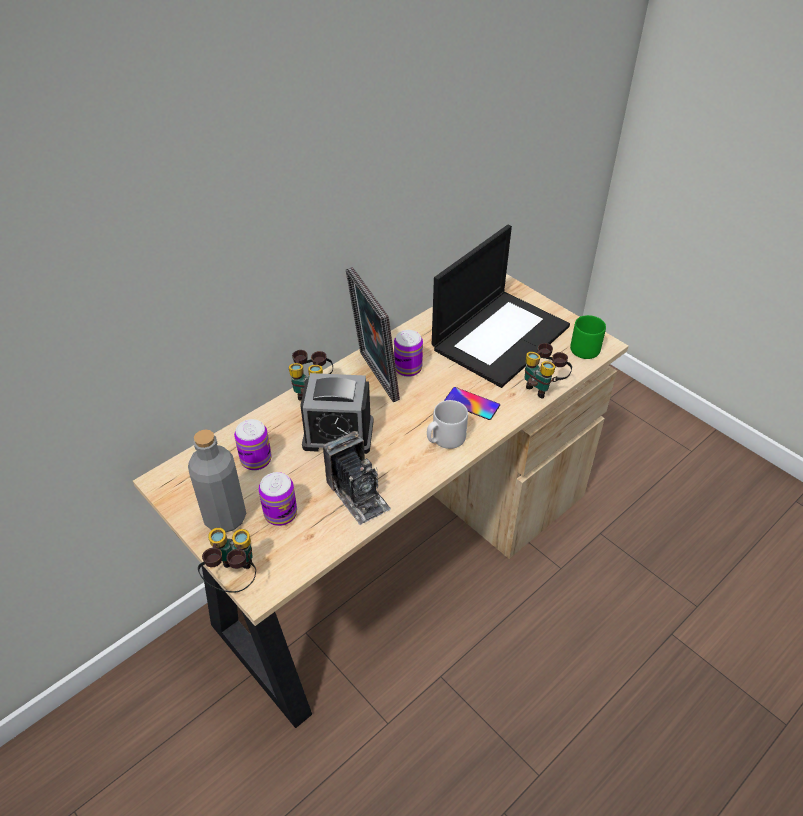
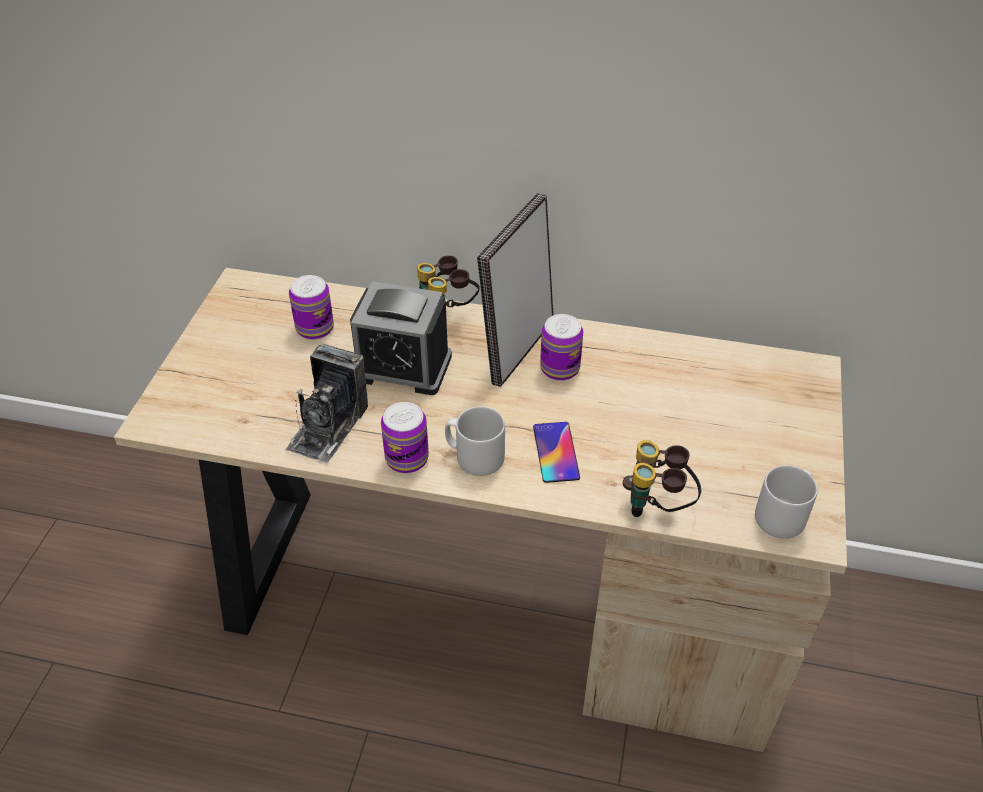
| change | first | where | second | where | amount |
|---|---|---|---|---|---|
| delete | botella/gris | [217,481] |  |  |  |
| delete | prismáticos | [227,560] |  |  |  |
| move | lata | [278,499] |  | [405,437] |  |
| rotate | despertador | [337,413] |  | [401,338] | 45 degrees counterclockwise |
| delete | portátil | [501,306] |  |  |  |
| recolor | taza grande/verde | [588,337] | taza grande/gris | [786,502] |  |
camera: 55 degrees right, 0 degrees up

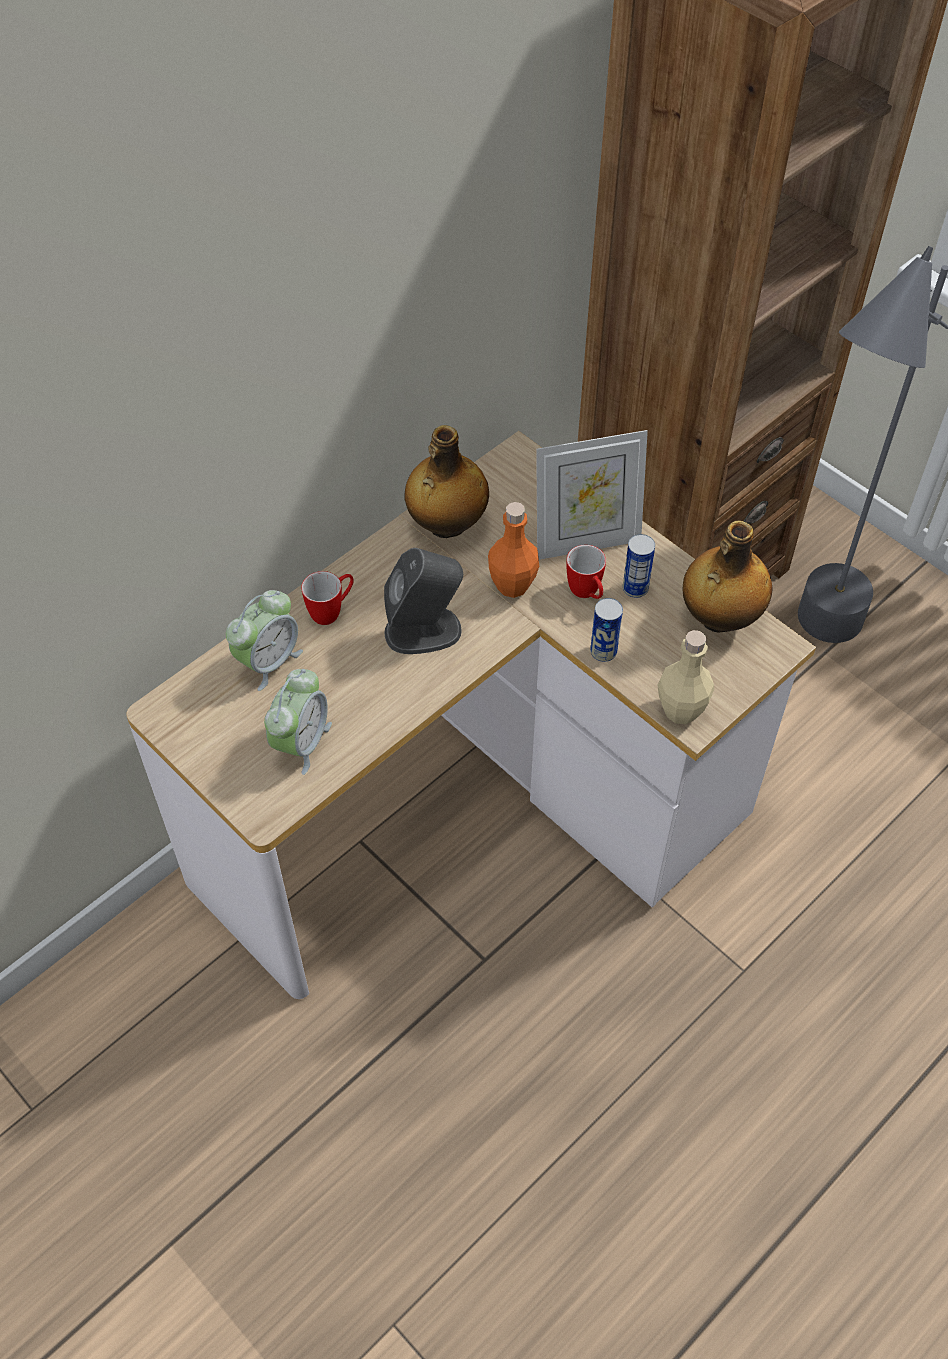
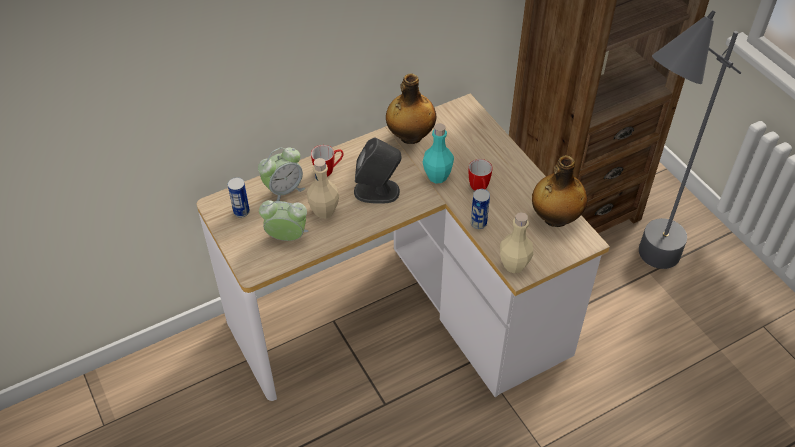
| change | first | where | second | where | amount |
|---|---|---|---|---|---|
| rotate | despertador | [298,722] |  | [283,220] | 120 degrees counterclockwise |
| recolor | botella/naranja | [513,550] | botella/turquesa | [438,153] |  |
| delete | portarretratos | [592,495] |  |  |  |
| move | lata | [639,566] |  | [239,197] |  |
| insert |  |  | botella/beis | [323,188] |  |
camera: 15 degrees right, 5 degrees down

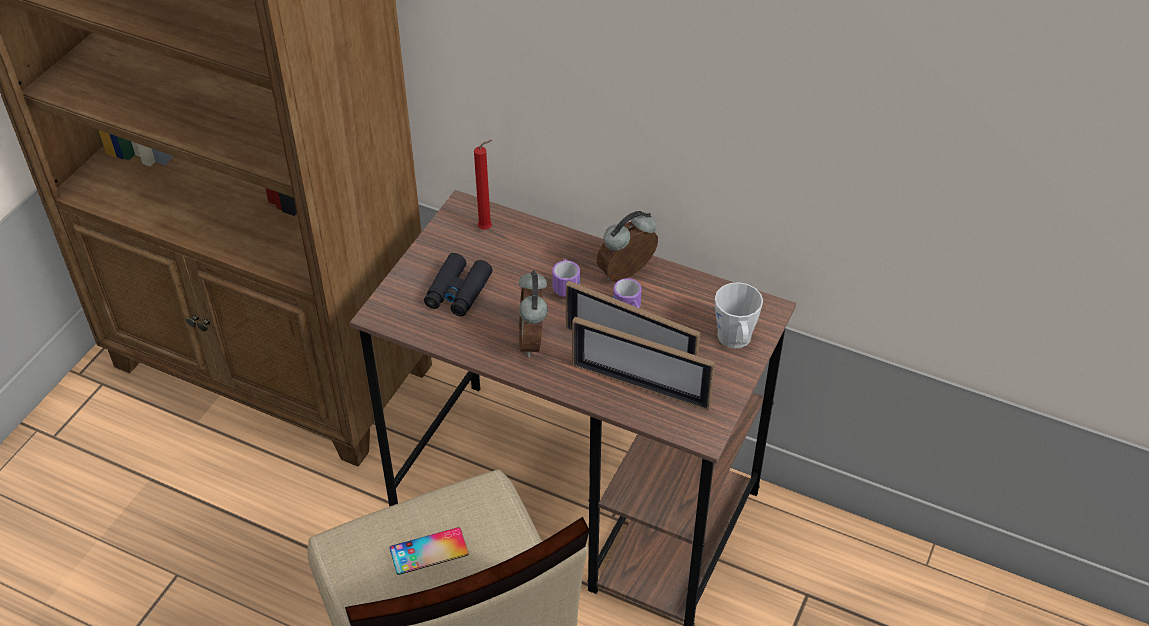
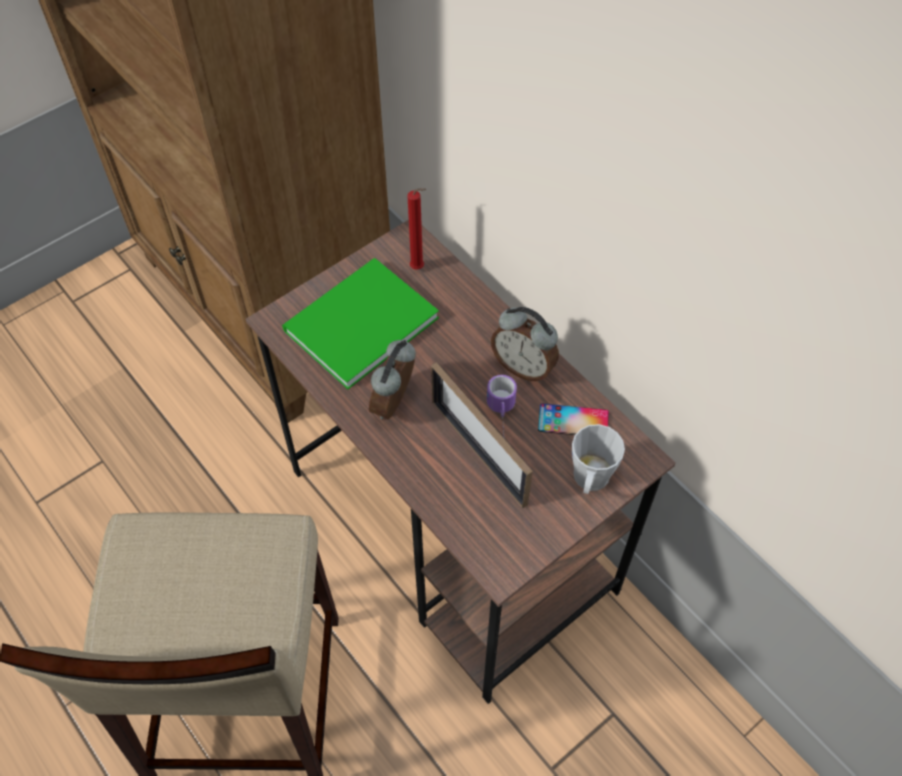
| change | first | where | second | where | amount |
|---|---|---|---|---|---|
| move | móvil | [429,551] |  | [573,419] |  |
| replace | prismáticos/negro | [458,284] | libro/verde | [360,323] |  |
| delete | taza grande | [566,277] |  |  |  |
| delete | portarretratos | [643,364] |  |  |  |
| rotate | despertador | [627,246] |  | [525,344] | 135 degrees counterclockwise |
camera: 25 degrees right, 10 degrees up

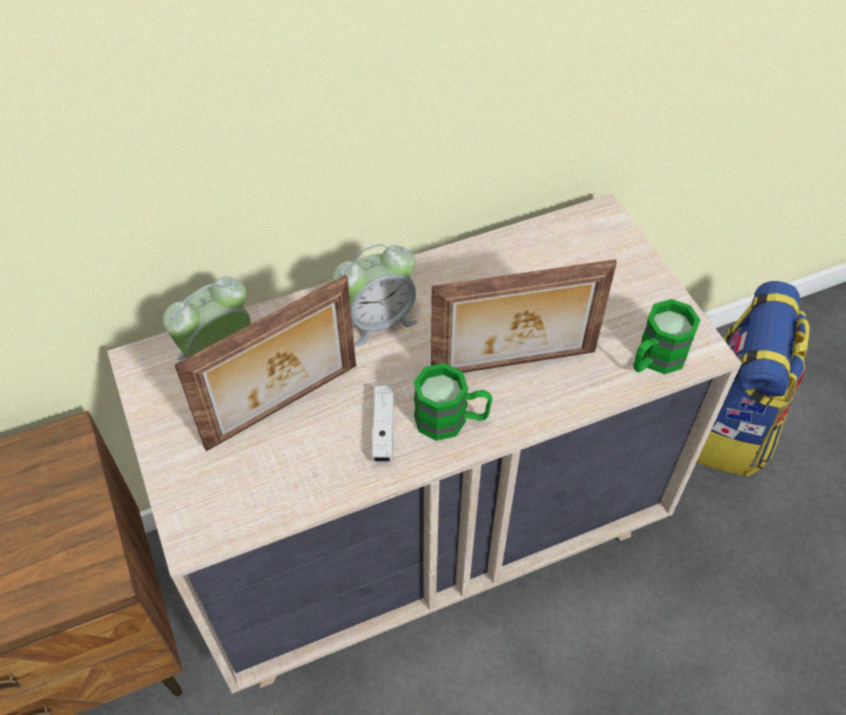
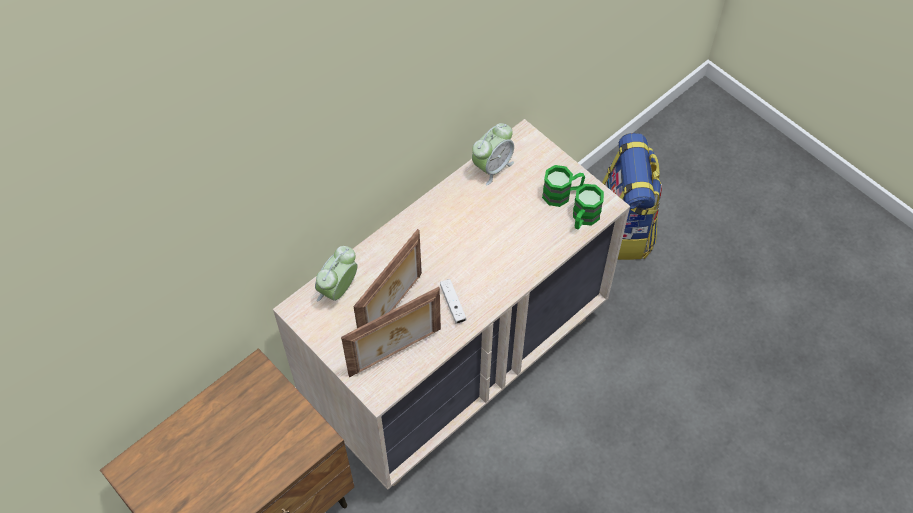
| change | first | where | second | where | amount |
|---|---|---|---|---|---|
| move | despertador | [374,295] |  | [493,154] |  |
| move | taza grande/verde | [453,402] |  | [563,186] |  |
| move | portarretratos | [524,316] |  | [391,332] |  |
camera: 20 degrees left, 5 degrees up

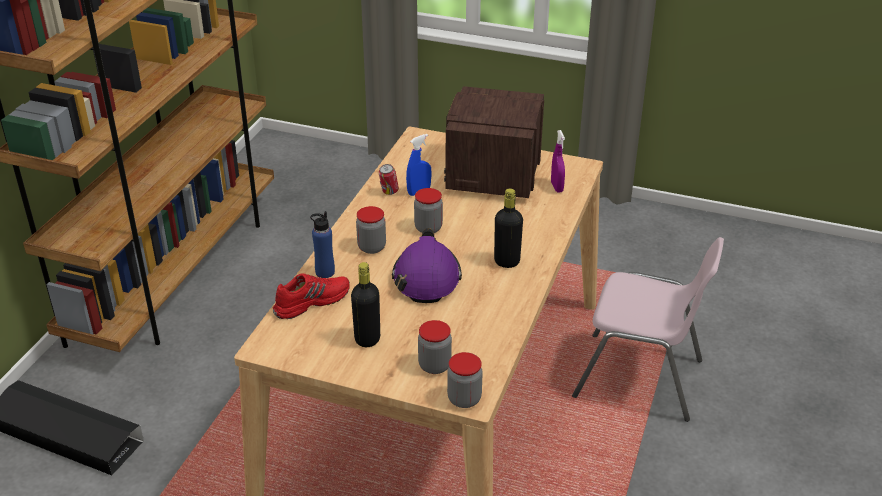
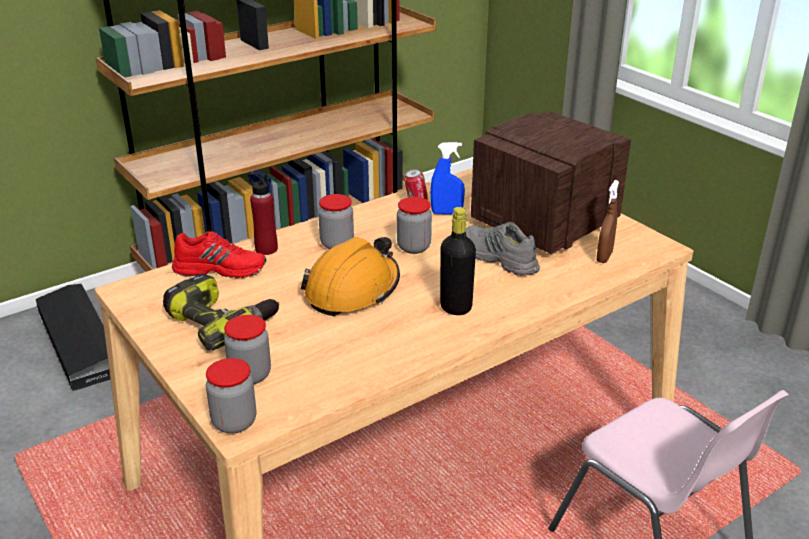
| change | first | where | second | where | amount |
|---|---|---|---|---|---|
| recolor | botella/azul | [322,244] | botella/rojo | [263,214] |  |
| replace | botella/negro | [365,304] | taladro | [221,312] |  |
| recolor | casco/morado | [427,265] | casco/naranja | [350,276] |  |
| recolor | pulverizador/morado | [558,161] | pulverizador/marrón | [608,221] |  |
| insert |  |  | zapato/gris | [502,249] |  |
camera: 35 degrees right, 5 degrees down

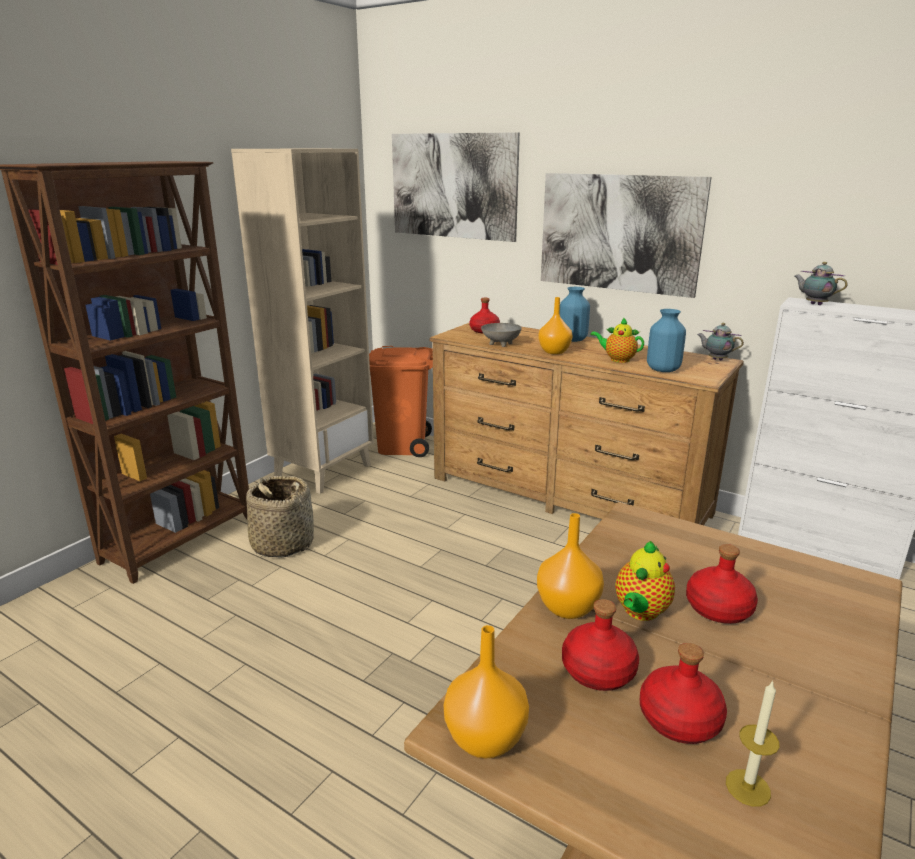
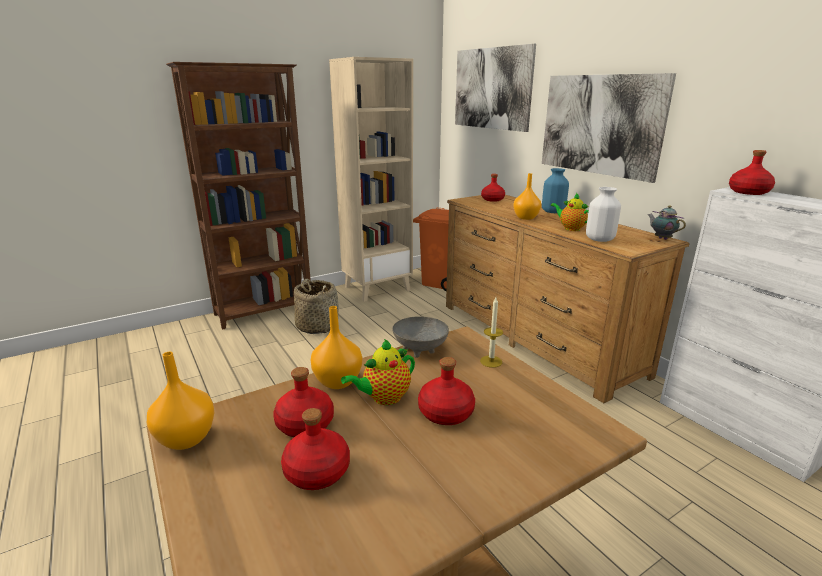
| change | first | where | second | where | amount |
|---|---|---|---|---|---|
| move | cuenco/gris | [501,335] |  | [420,337] |  |
| recolor | florero/azul | [666,340] | florero/blanco | [603,214] |  |
| move | vela | [753,743] |  | [491,332] |  |
| replace | tetera | [821,283] | botella/rojo | [752,172] |  |
camera: 25 degrees right, 0 degrees up

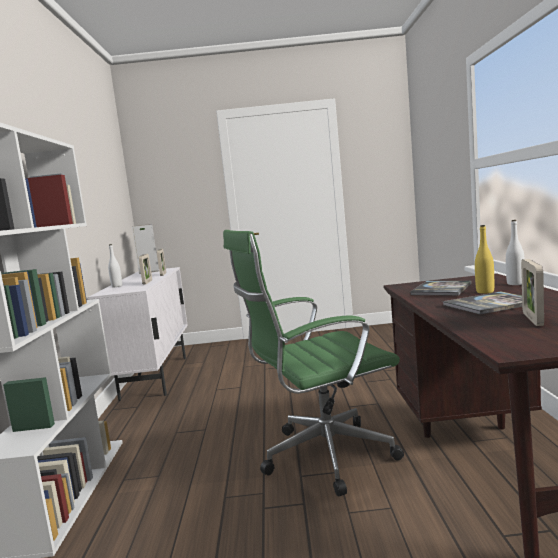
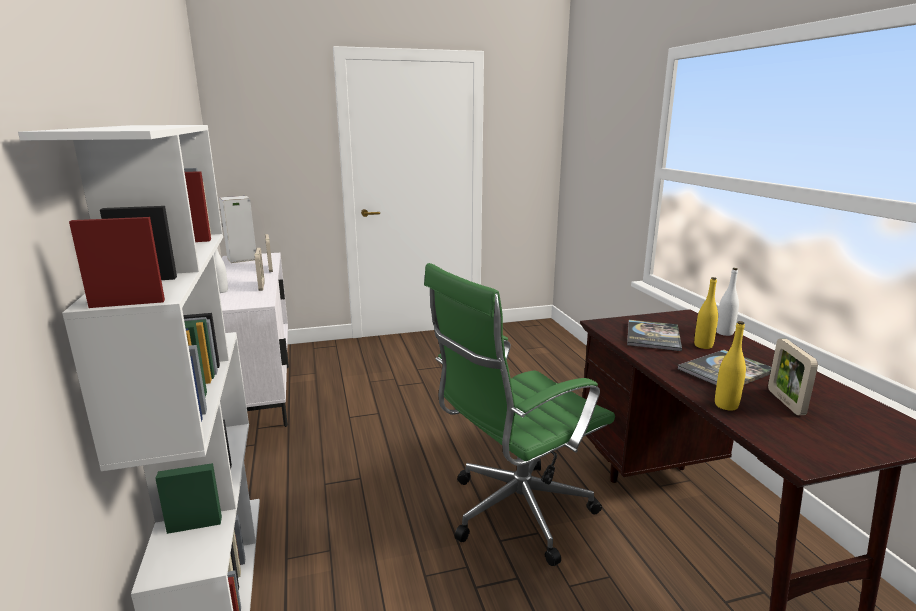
| change | first | where | second | where | amount |
|---|---|---|---|---|---|
| insert |  |  | botella/amarillo | [730,366] |  |
camera: 15 degrees left, 10 degrees up

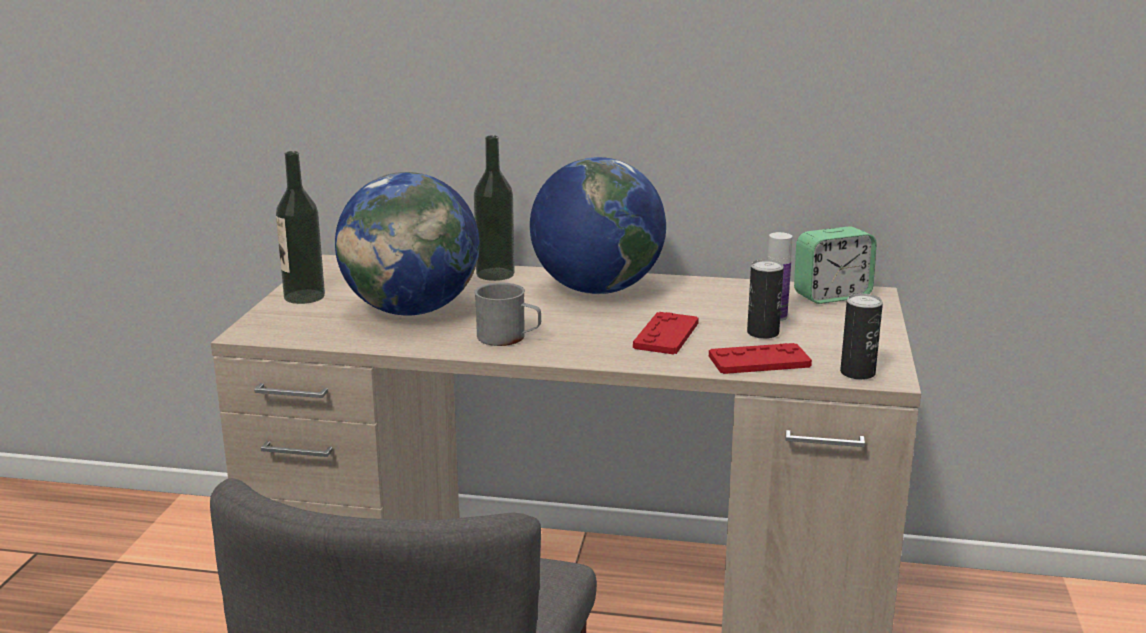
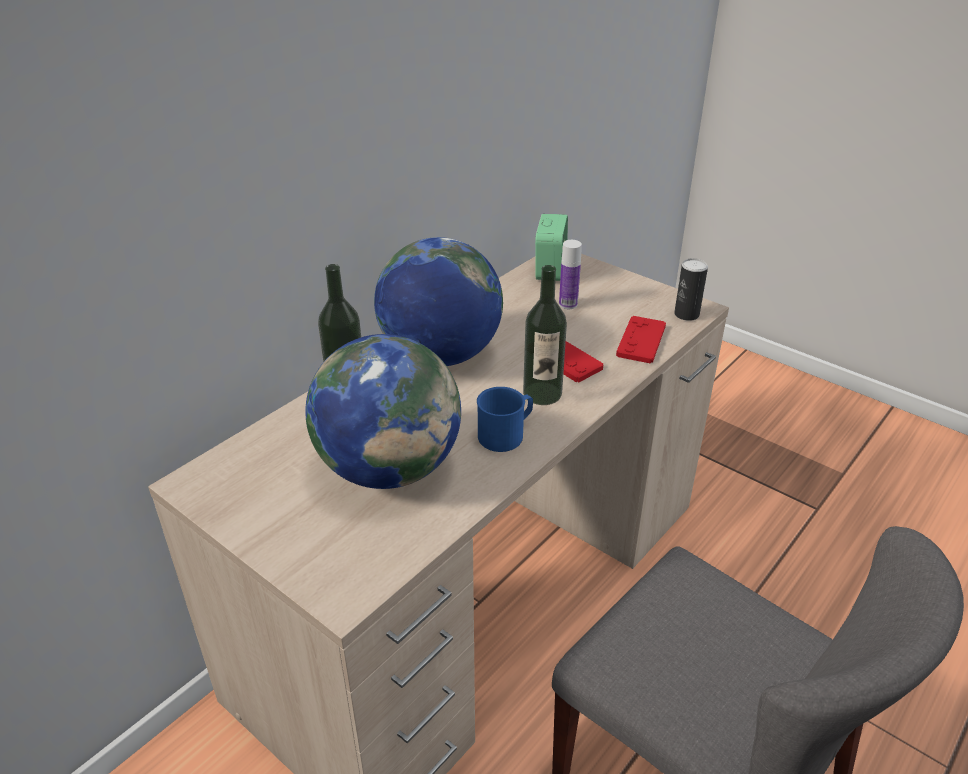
| change | first | where | second | where | amount |
|---|---|---|---|---|---|
| move | botella | [300,227] |  | [545,335] |  |
| recolor | taza grande/gris | [507,314] | taza grande/azul | [505,419] |  |
| delete | lata | [765,299] |  |  |  |
camera: 60 degrees left, 15 degrees up

